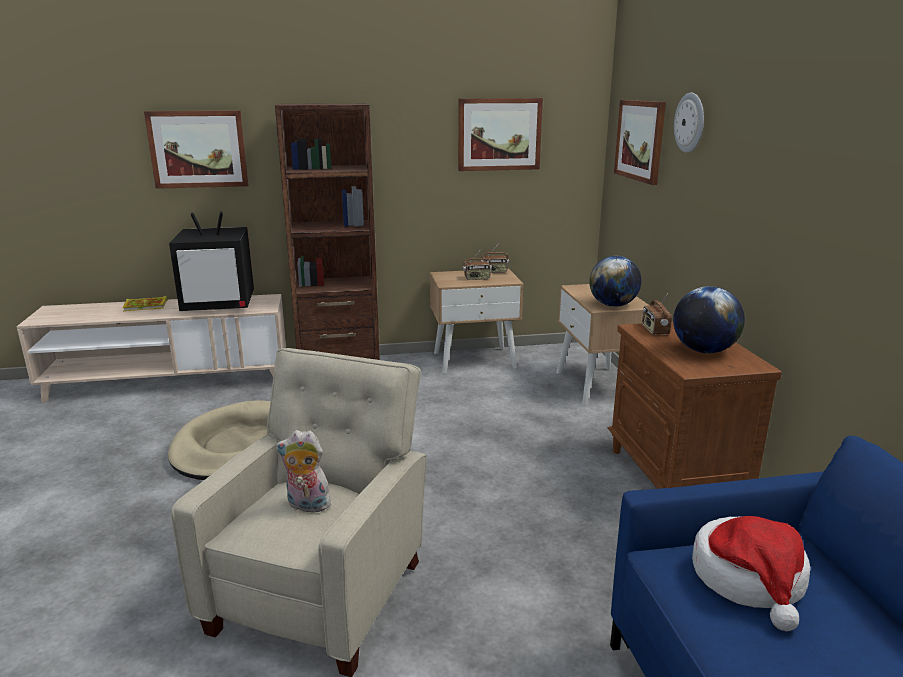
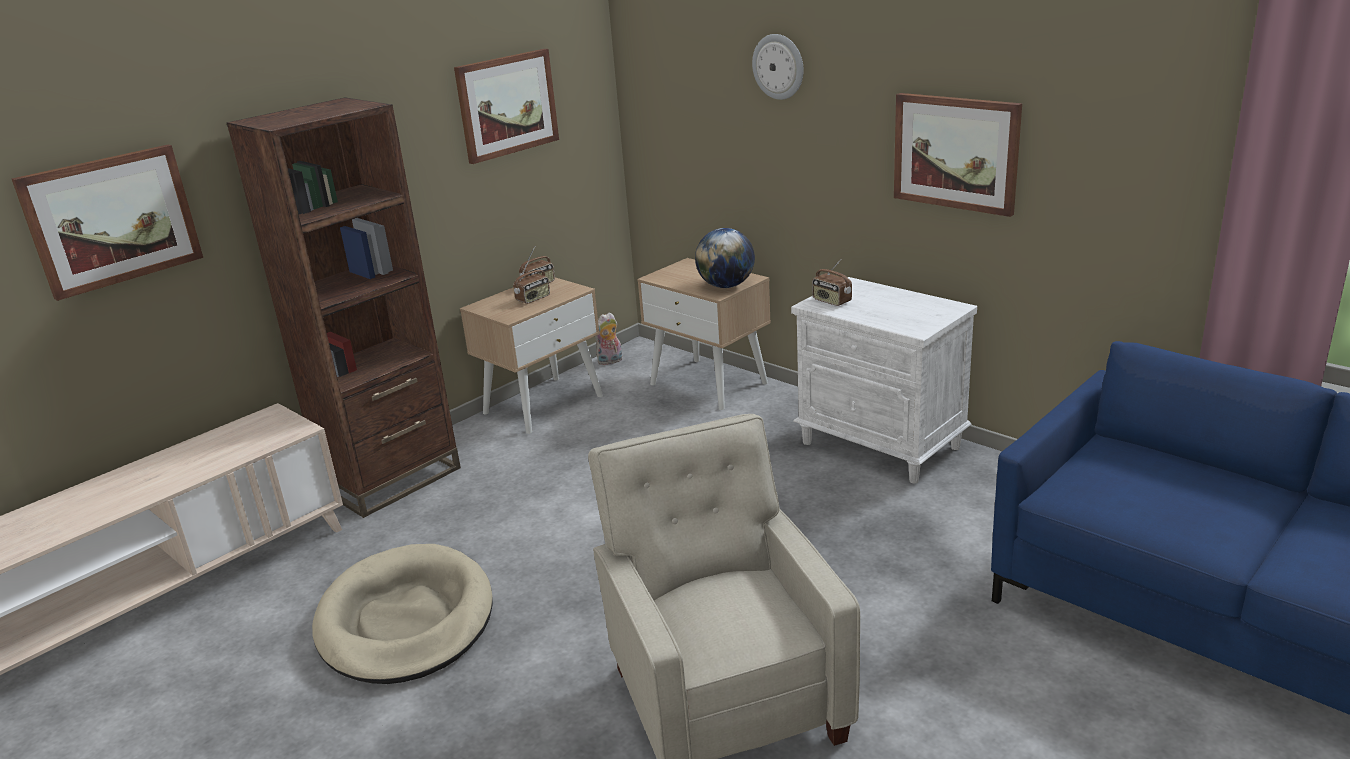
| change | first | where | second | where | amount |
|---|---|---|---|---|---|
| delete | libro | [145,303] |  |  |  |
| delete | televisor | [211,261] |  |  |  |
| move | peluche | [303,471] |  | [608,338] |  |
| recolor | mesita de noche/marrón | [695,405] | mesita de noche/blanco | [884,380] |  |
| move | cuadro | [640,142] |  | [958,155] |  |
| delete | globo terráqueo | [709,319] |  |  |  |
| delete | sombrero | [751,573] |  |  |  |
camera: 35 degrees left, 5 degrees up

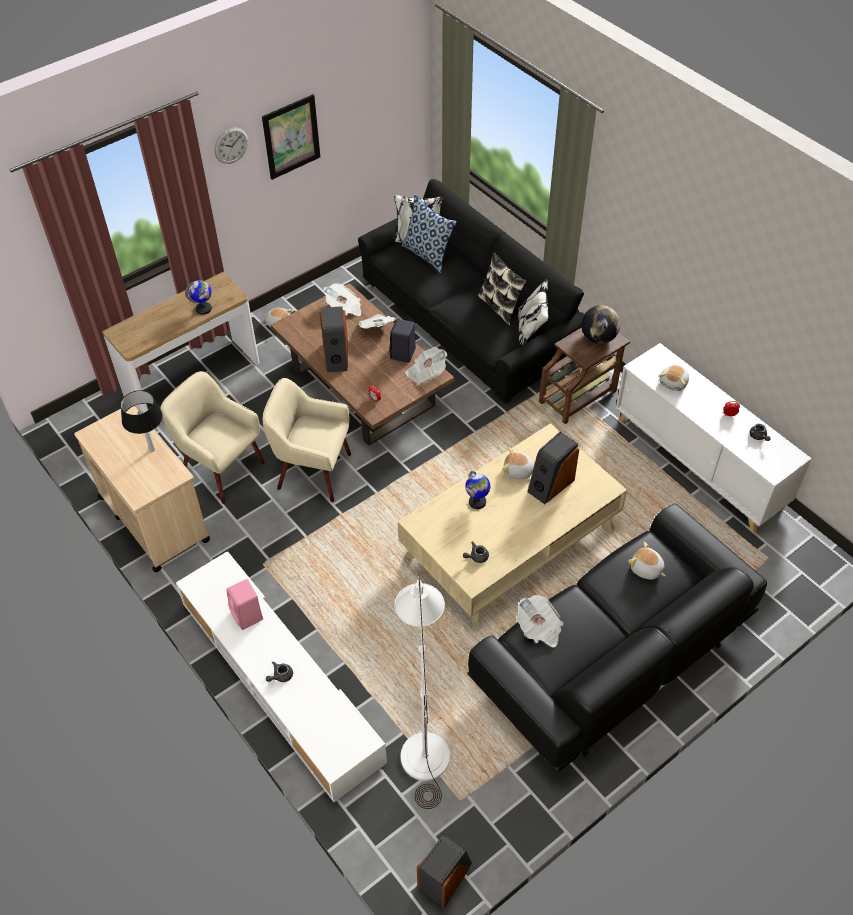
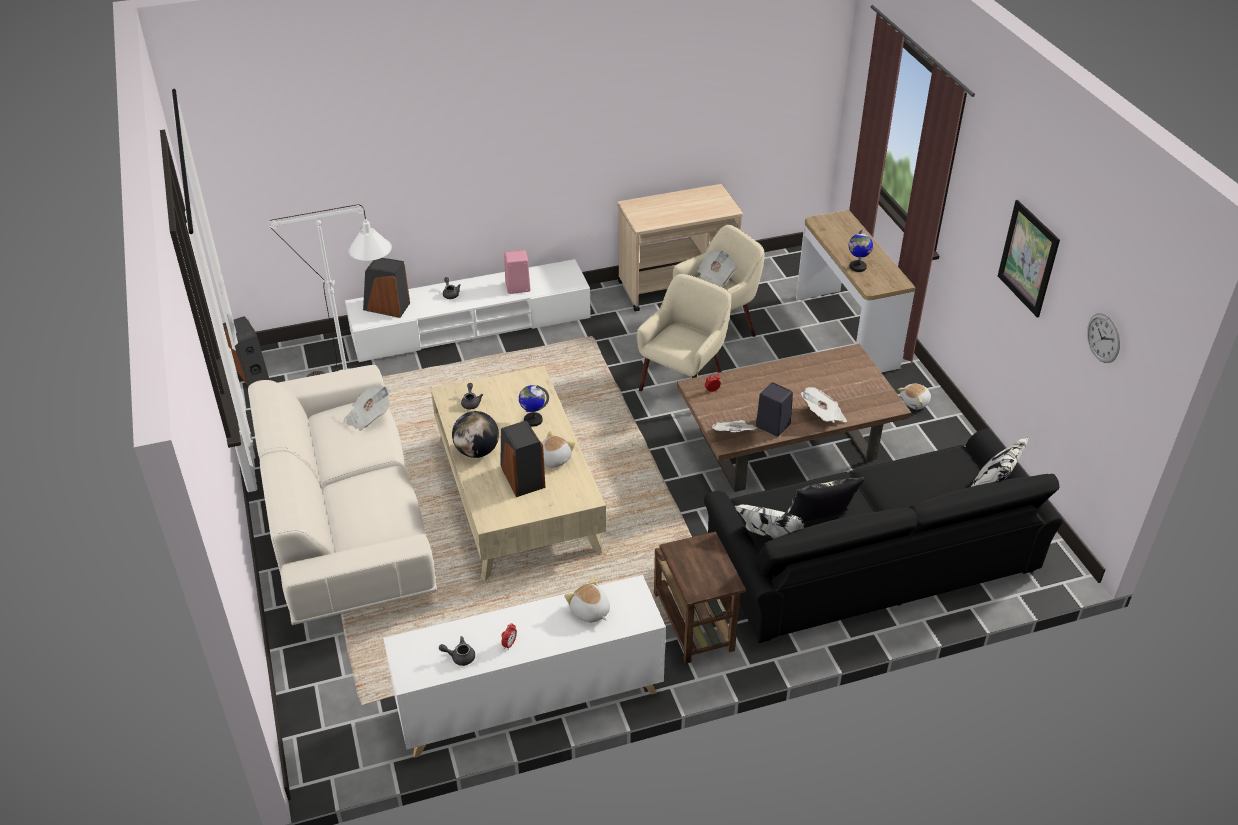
| change | first | where | second | where | amount |
|---|---|---|---|---|---|
| delete | lámpara de mesa/negro | [141,421] |  |  |  |
| move | reloj de pared | [231,146] |  | [1103,338] |  |
| move | altavoz | [334,339] |  | [386,288] |  |
| move | periódico | [342,299] |  | [717,268] |  |
| delete | cojín | [429,234] |  |  |  |
| recolor | sofá/negro | [617,638] | sofá/beis | [342,495] |  |
| move | globo terráqueo | [600,324] |  | [475,434] |  |
| delete | peluche | [647,561] |  |  |  |
camera: 110 degrees right, 10 degrees down

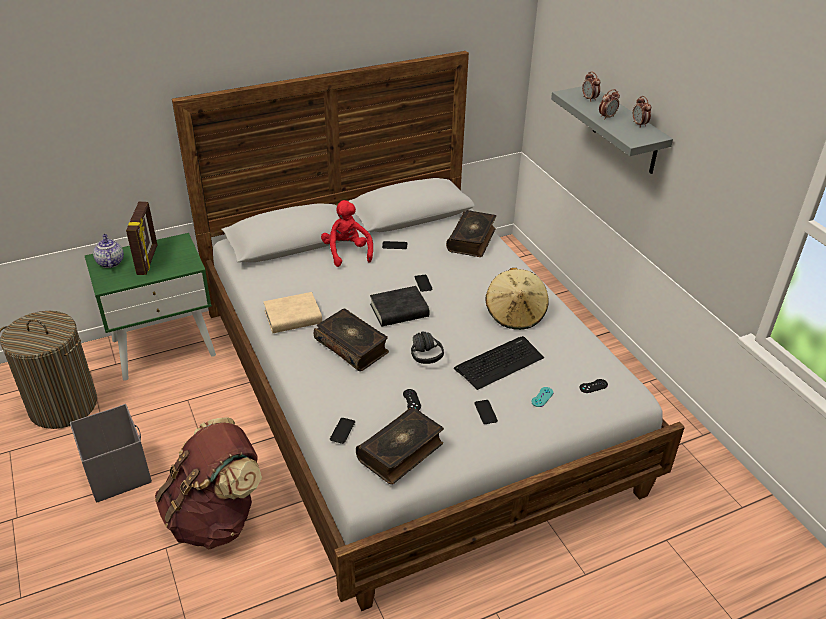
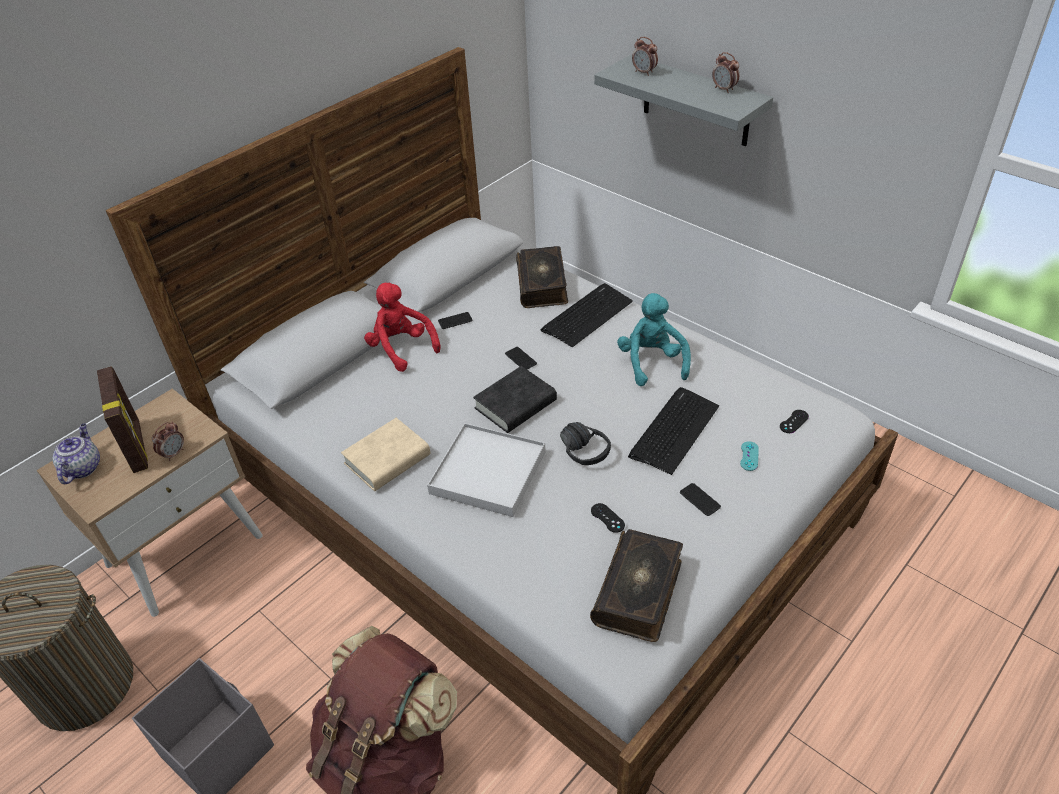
| change | first | where | second | where | amount |
|---|---|---|---|---|---|
| recolor | mesita de noche/verde | [150,307] | mesita de noche/beis | [149,502] |  |
| rotate | tetera | [108,251] |  | [76,454] | 45 degrees clockwise |
| replace | libro | [351,339] | bandeja/blanco | [486,470] |  |
| delete | móvil | [342,431] |  |  |  |
| replace | sombrero/beis | [517,299] | peluche/turquesa | [654,339] |  |
| move | despertador | [609,104] |  | [168,441] |  |
| insert |  |  | teclado | [587,315] |  |
camera: 20 degrees left, 5 degrees up

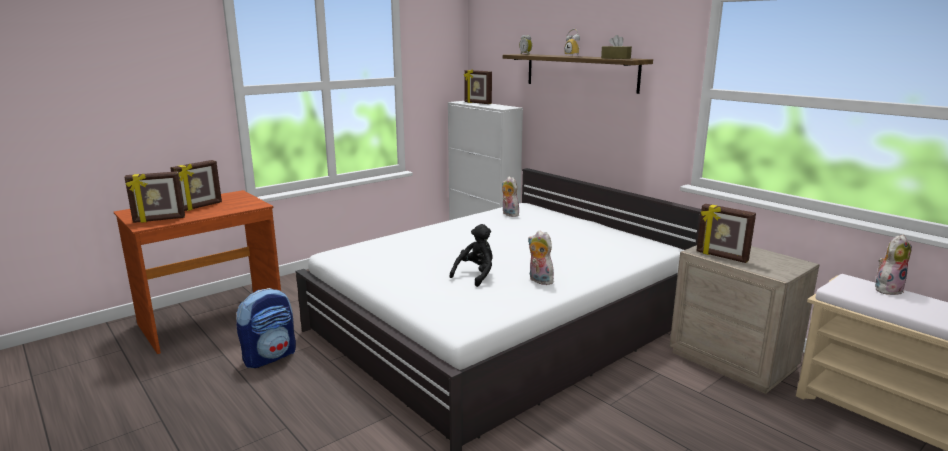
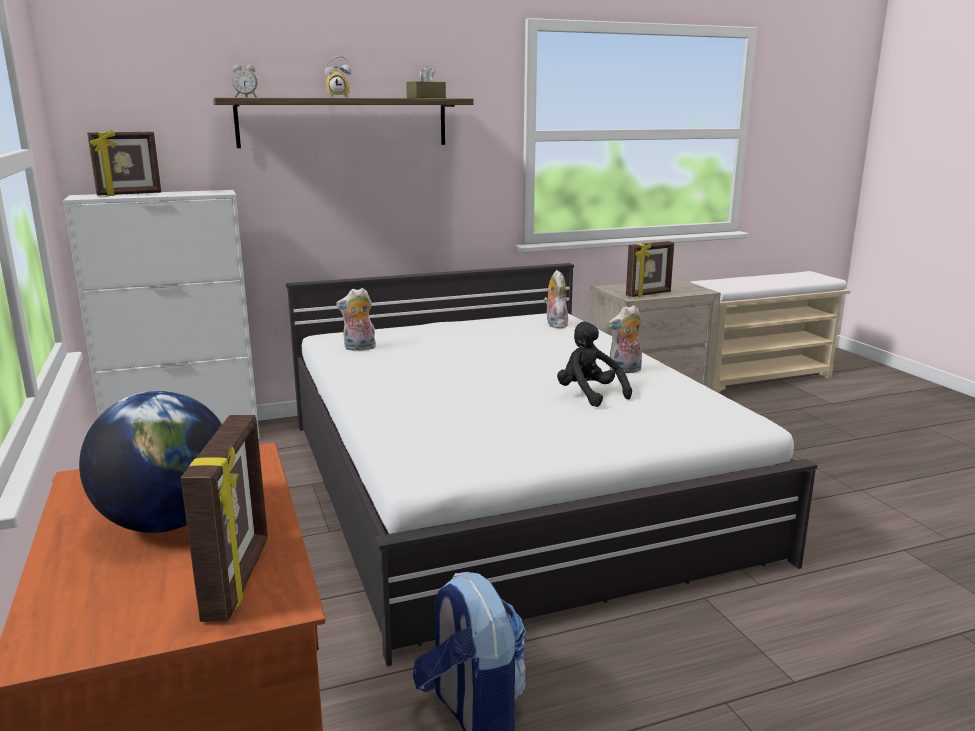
| change | first | where | second | where | amount |
|---|---|---|---|---|---|
| replace | portarretratos | [196,185] | globo terráqueo | [150,462] |  |
| move | peluche | [893,265] |  | [556,299] |  |
camera: 70 degrees left, 0 degrees up

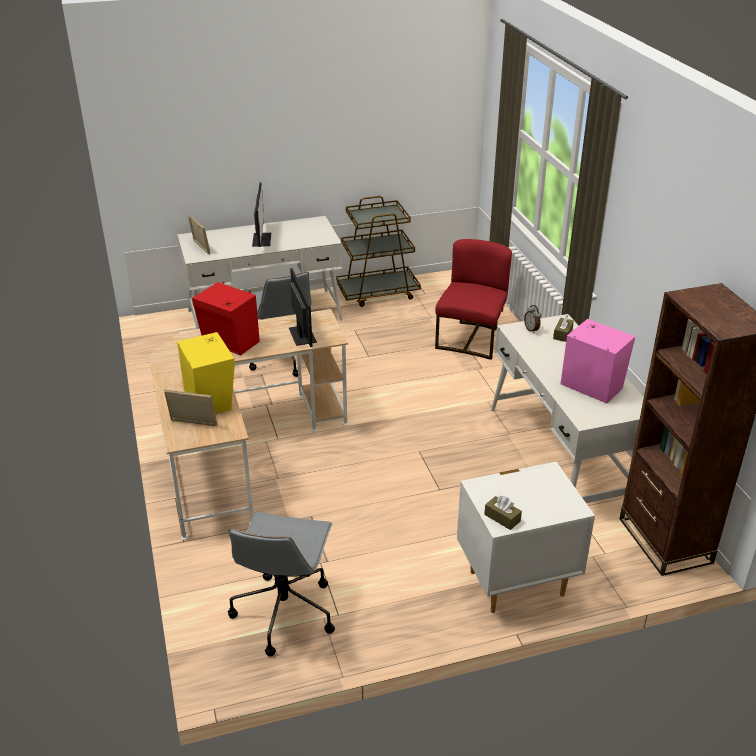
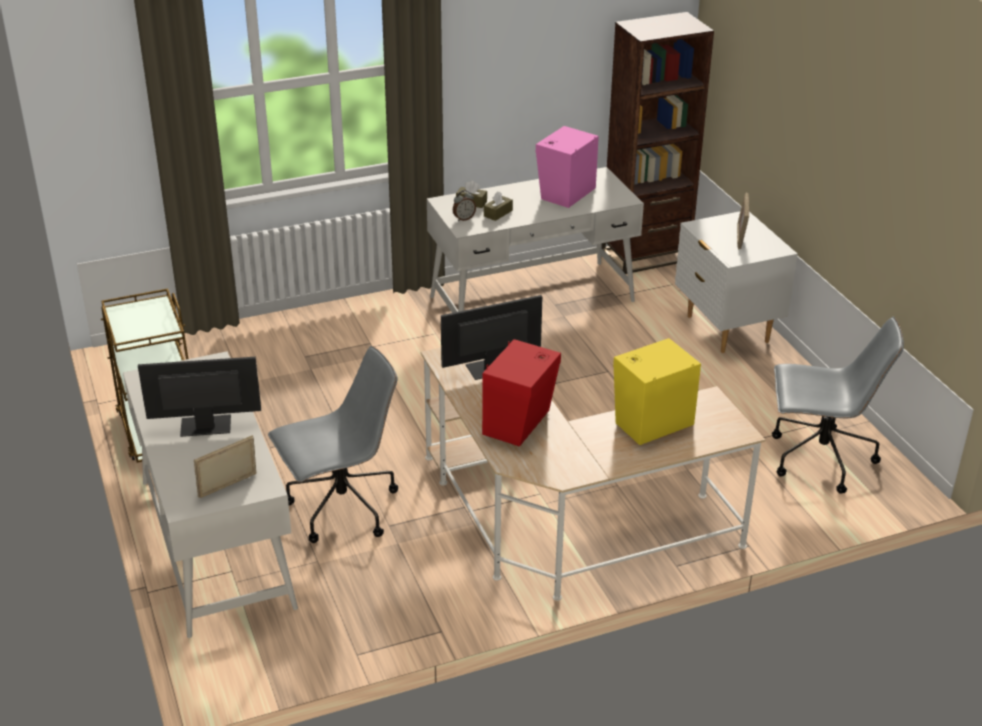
| change | first | where | second | where | amount |
|---|---|---|---|---|---|
| move | portarretratos | [191,407] |  | [743,221] |  |
| delete | silla/rojo | [473,299] |  |  |  |
| move | caja de pañuelos/marrón | [503,513] |  | [498,206] |  |
camera: 95 degrees left, 0 degrees up

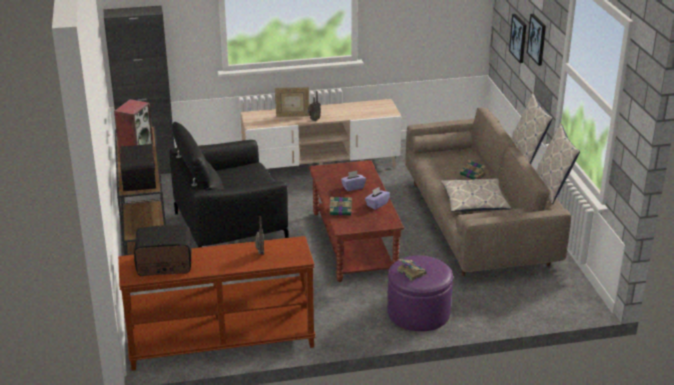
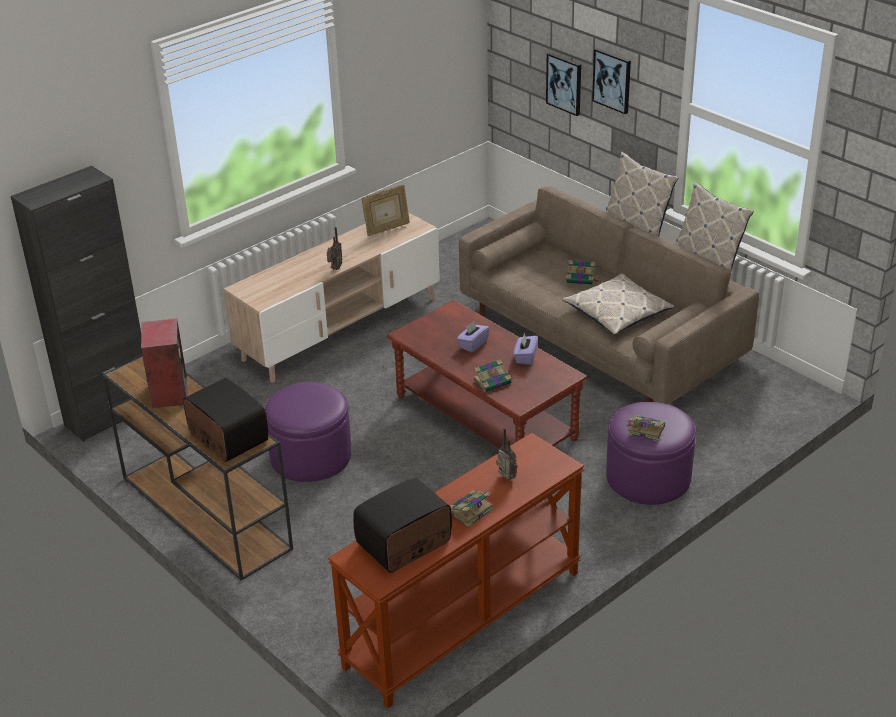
| change | first | where | second | where | amount |
|---|---|---|---|---|---|
| replace | sillón/negro | [229,185] | puf/morado | [307,432] |  |
| move | portarretratos | [292,102] |  | [385,210] |  |
| insert |  |  | libro | [472,509] |  |
camera: 30 degrees left, 5 degrees up

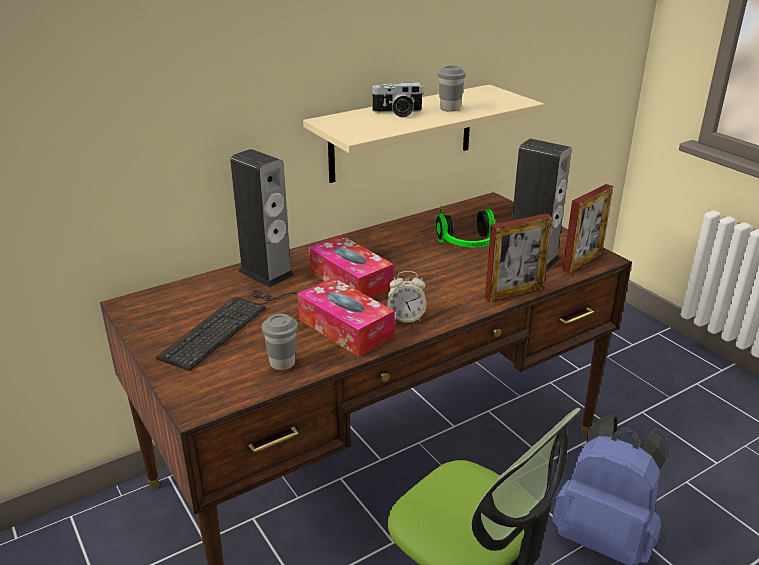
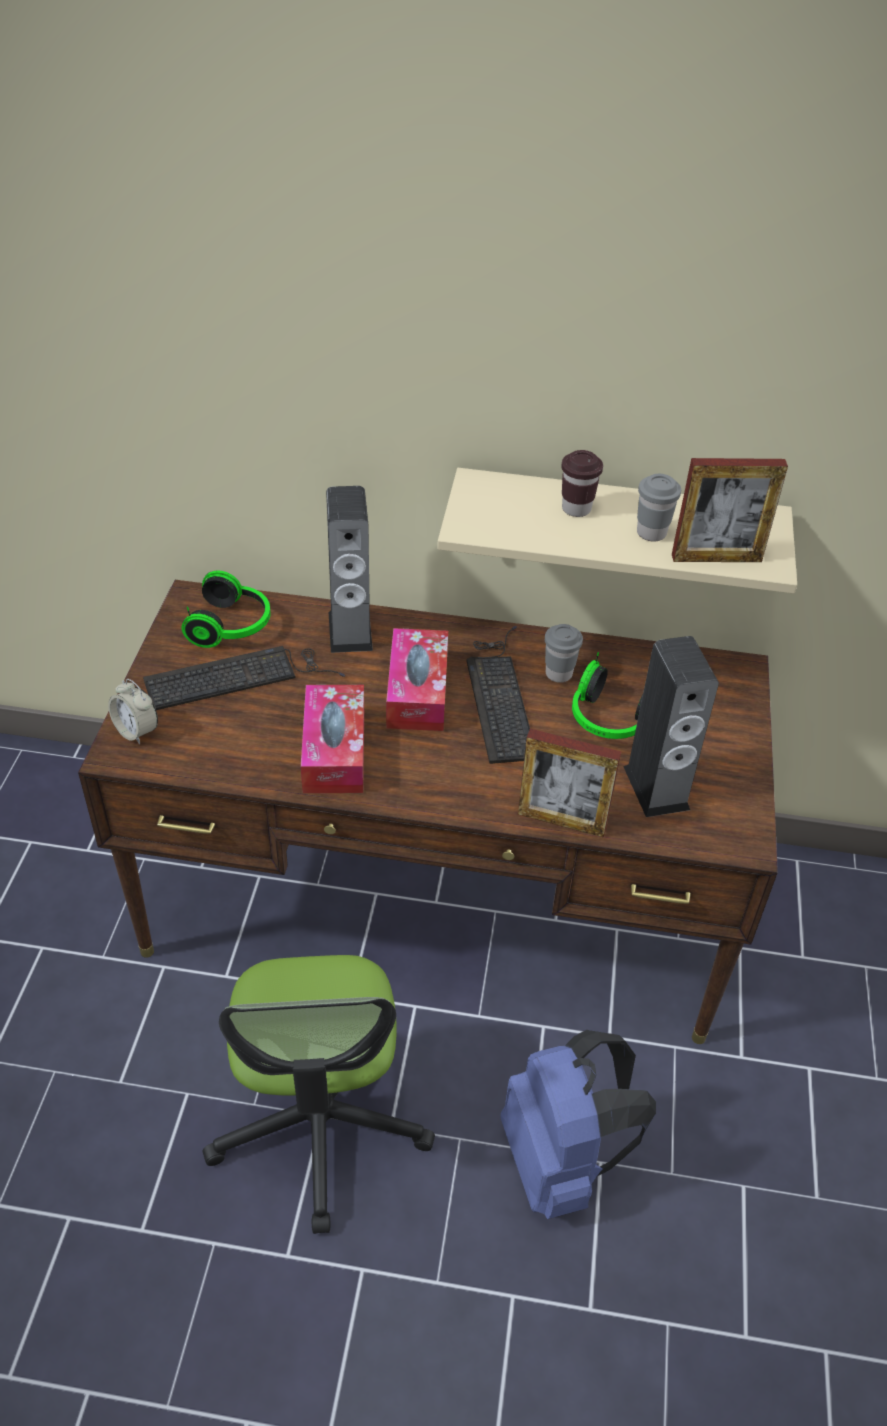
| change | first | where | second | where | amount |
|---|---|---|---|---|---|
| move | taza/gris | [280,342] |  | [564,653] |  |
| replace | cámara | [397,99] | taza/marrón | [582,483] |  |
| move | despertador | [406,297] |  | [133,711] |  |
| move | portarretratos | [587,229] |  | [730,510] |  |
| insert |  |  | auriculares | [226,609] |  |
| insert |  |  | teclado | [498,695] |  |
camera: 40 degrees right, 15 degrees up

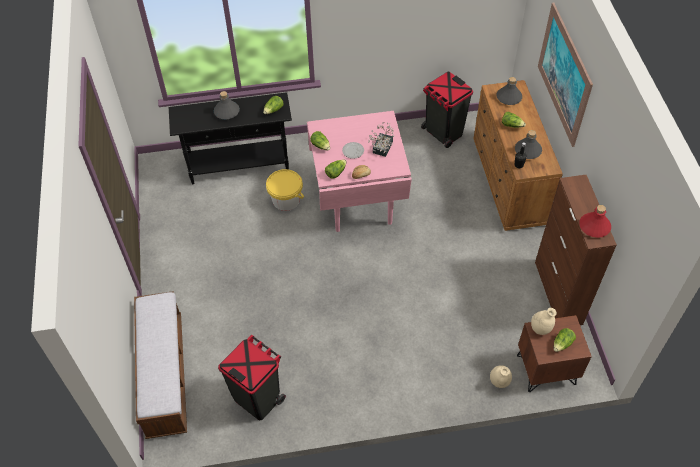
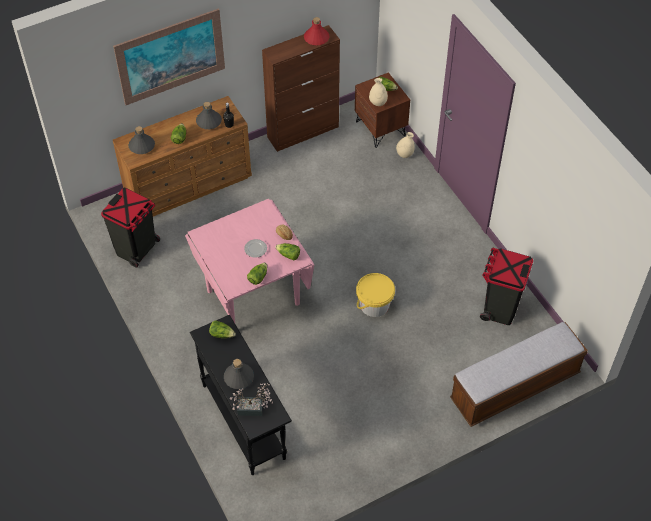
| change | first | where | second | where | amount |
|---|---|---|---|---|---|
| move | cubo/amarillo | [285,190] |  | [375,295] |  |
| move | planta en maceta | [381,139] |  | [251,399] |  |
camera: 110 degrees left, 0 degrees up

